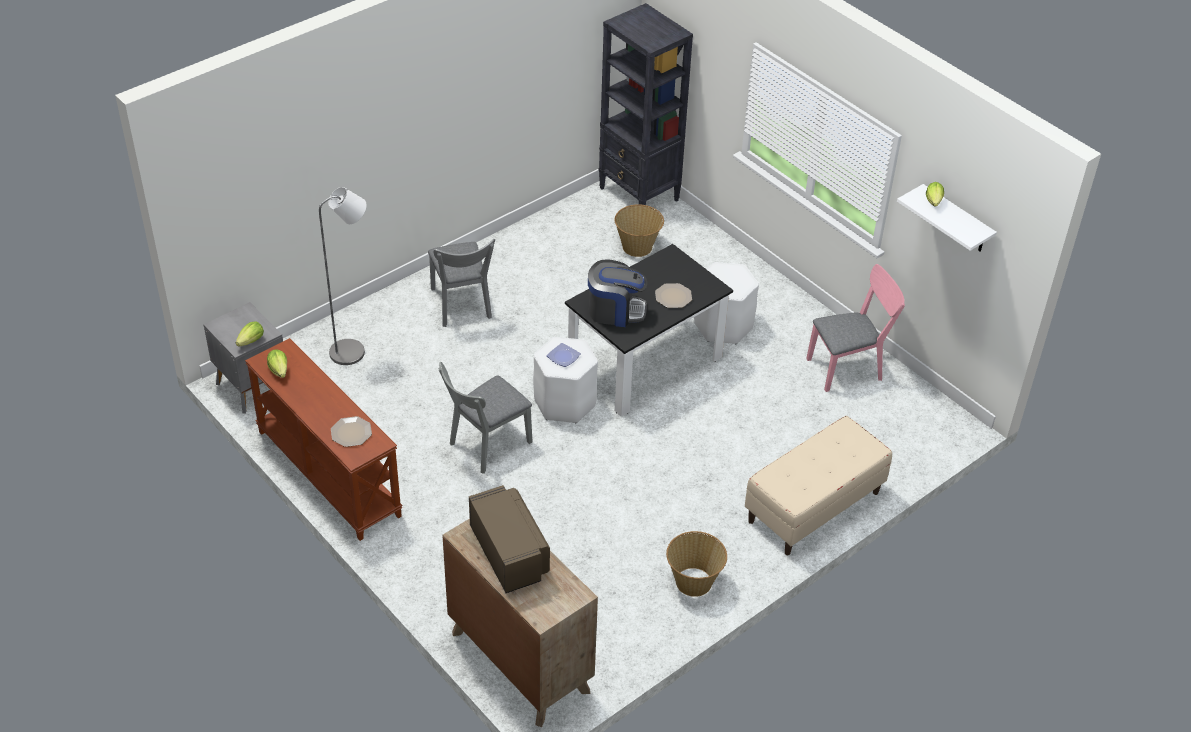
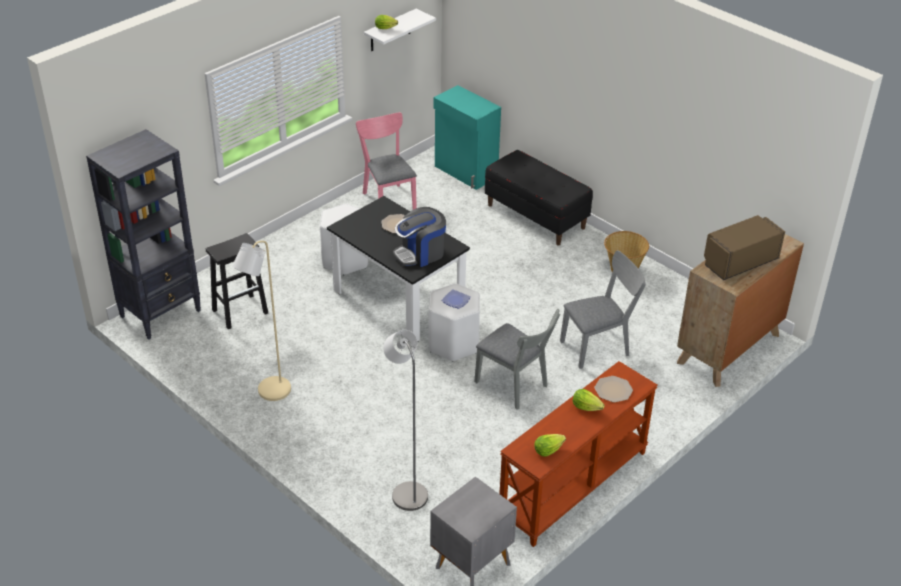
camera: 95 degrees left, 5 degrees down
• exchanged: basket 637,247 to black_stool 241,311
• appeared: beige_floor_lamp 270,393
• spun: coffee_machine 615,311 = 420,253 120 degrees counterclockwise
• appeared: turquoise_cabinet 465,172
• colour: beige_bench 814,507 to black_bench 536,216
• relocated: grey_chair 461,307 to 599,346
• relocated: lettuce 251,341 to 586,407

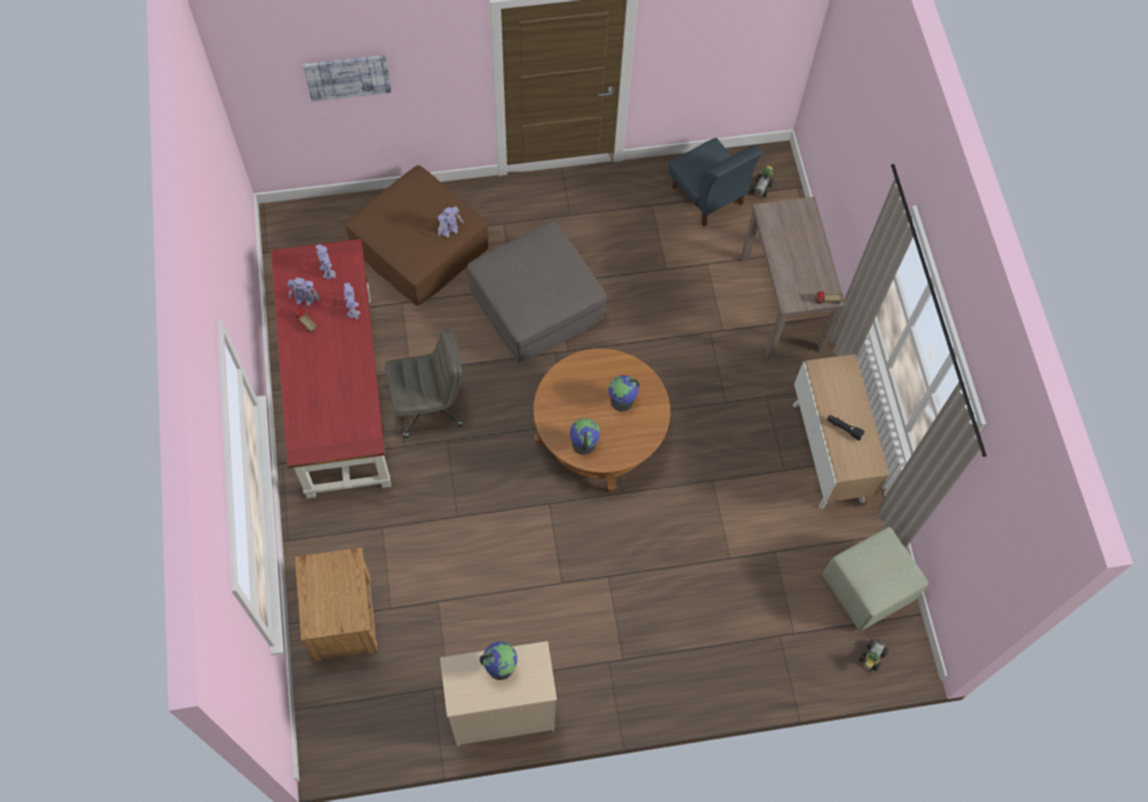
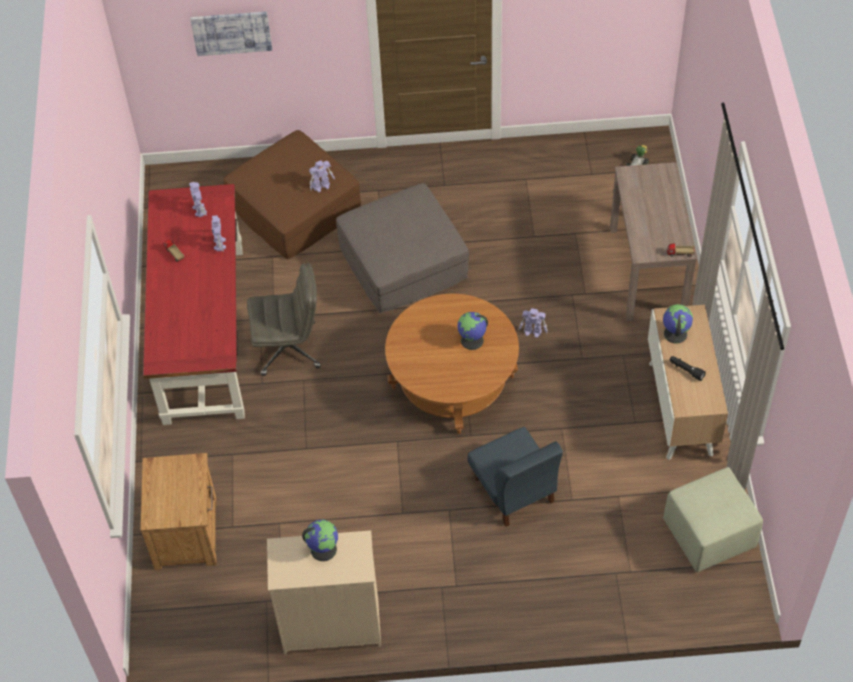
camera: 10 degrees right, 10 degrees down
• relocated: blue_chair 707,196 to 514,490
• relocated: toy_robot 305,300 to 533,332
• relocated: globe 583,443 to 675,334
• missing: toy_car 871,657

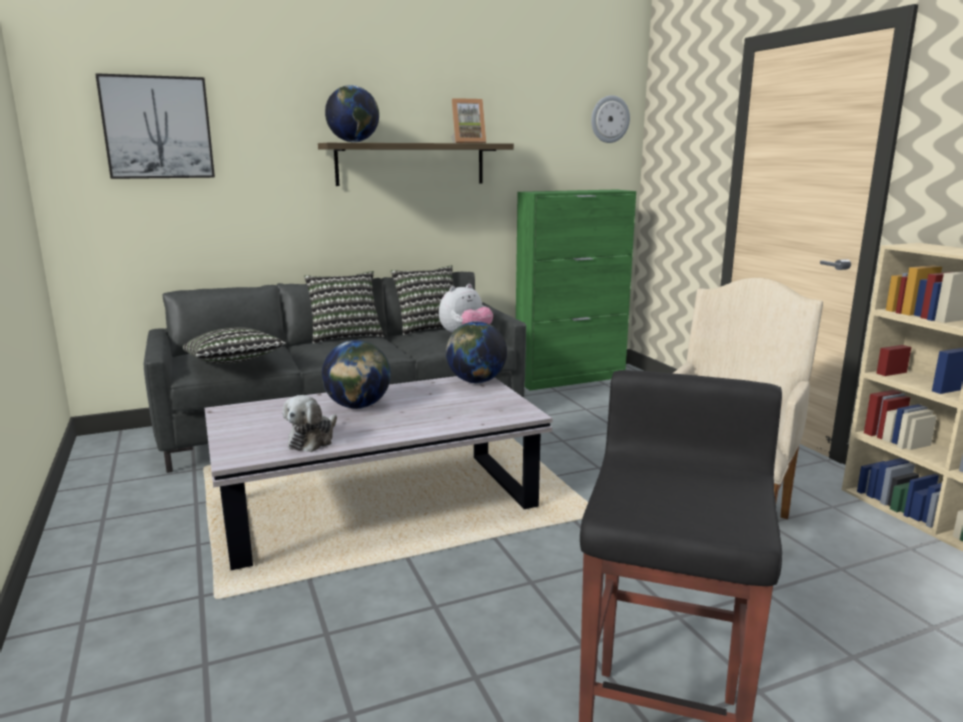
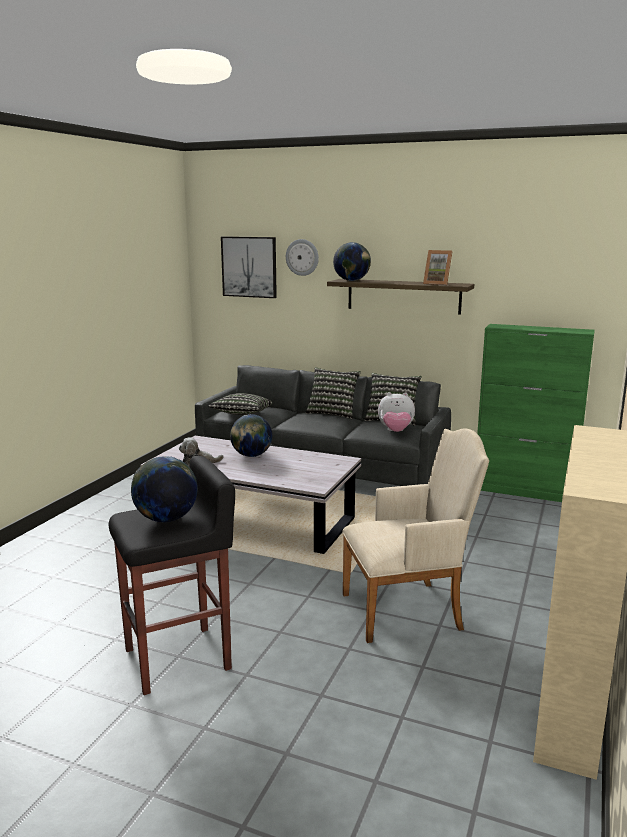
camera: 45 degrees right, 0 degrees up
• relocated: globe 476,382 to 166,519
• relocated: wall_clock 609,119 to 302,257

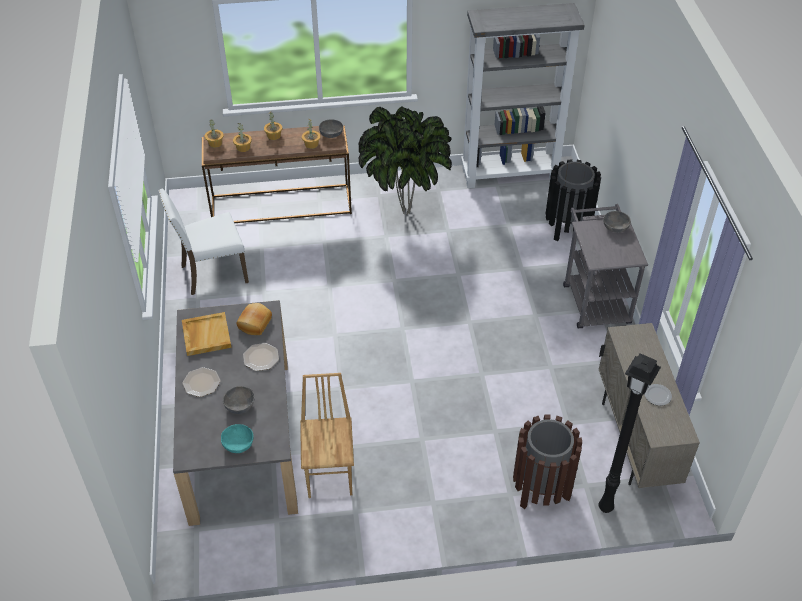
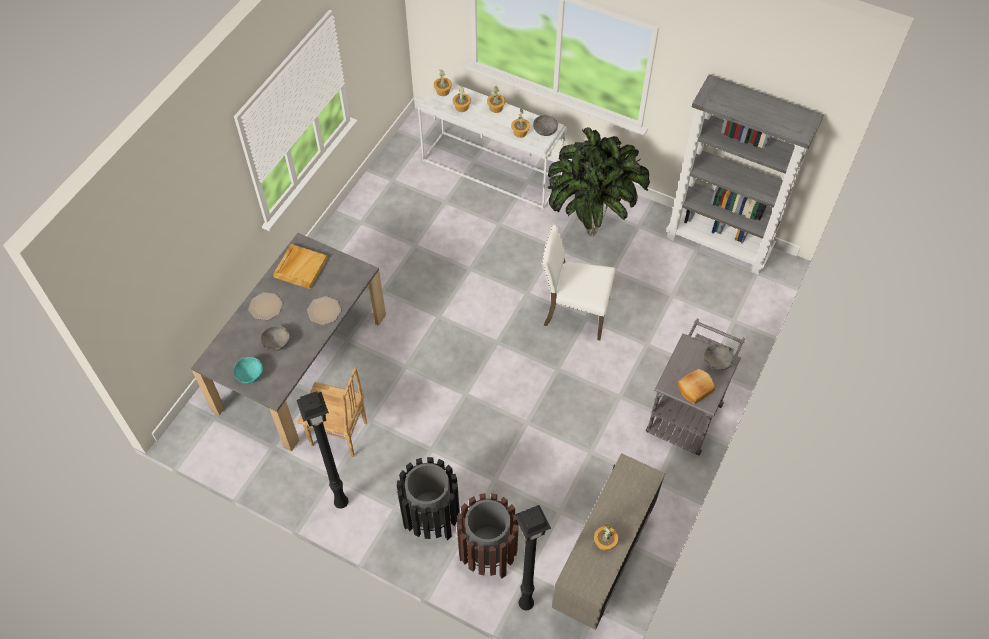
camera: 35 degrees right, 10 degrees up
• appeared: black_floor_lamp 340,502
• spun: brown_chair 330,475 = 339,435 75 degrees clockwise
• relocated: black_trash_can 567,227 to 431,518
• colour: brown_console_table 282,204 to white_console_table 493,170
• relocated: white_chair 212,273 to 574,312
• exchanged: plate 657,396 to potted_plant 604,542
• relocated: bread 254,323 to 694,388

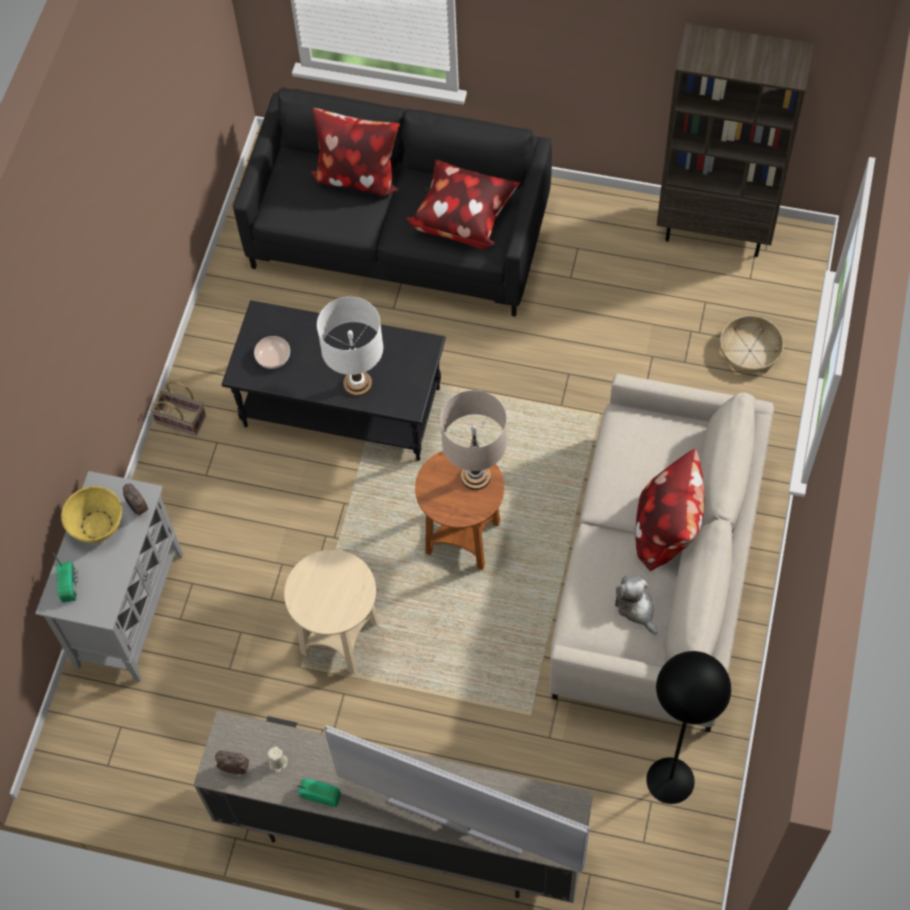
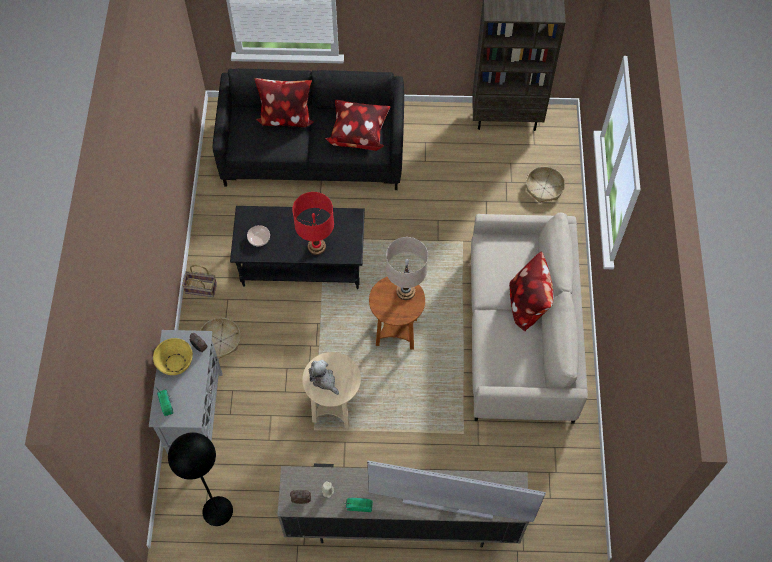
camera: 15 degrees left, 0 degrees up
• relocated: black_floor_lamp 670,781 to 218,511
• appeared: basket 220,341
• colour: white_table_lamp 358,384 to red_table_lamp 317,247
• relocated: plush_toy 636,608 to 324,380

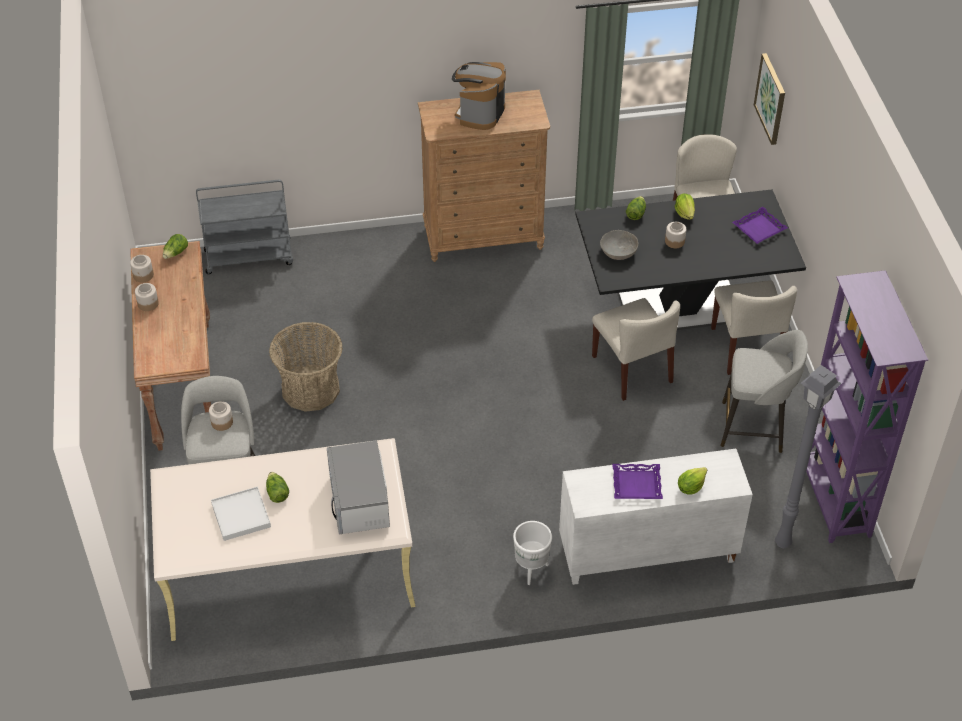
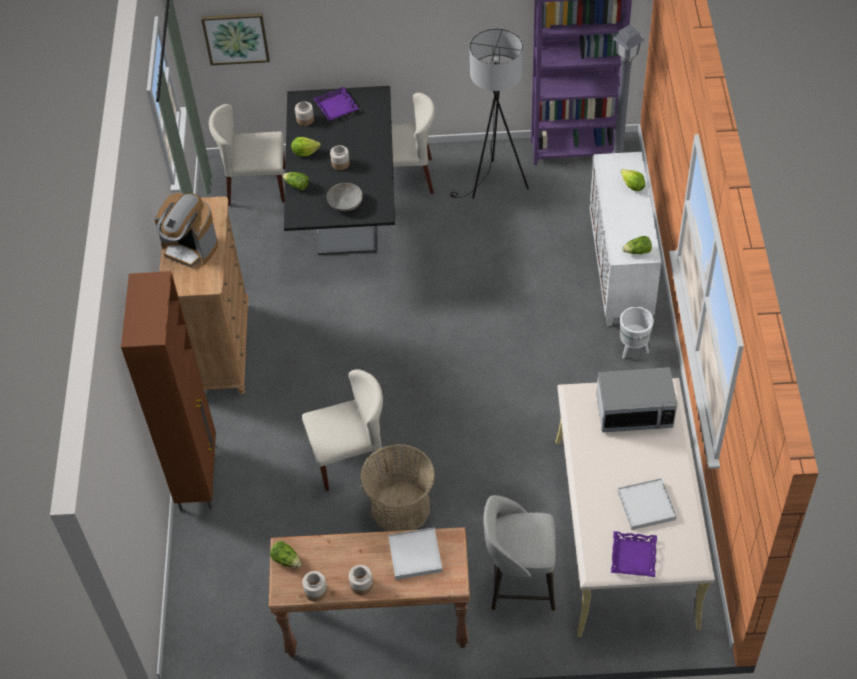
camera: 80 degrees left, 5 degrees up
• appeared: brown_cabinet 198,476
• relocated: jar 221,422 to 305,119
• relocated: beige_chair 632,369 to 350,458
• appeared: white_tray 415,555
• exchanged: grey_stool 754,427 to black_floor_lamp 494,185
• relocated: purple_tray 636,485 to 634,557
• relocated: lettuce 277,493 to 637,251
• missing: grey_cart 249,257

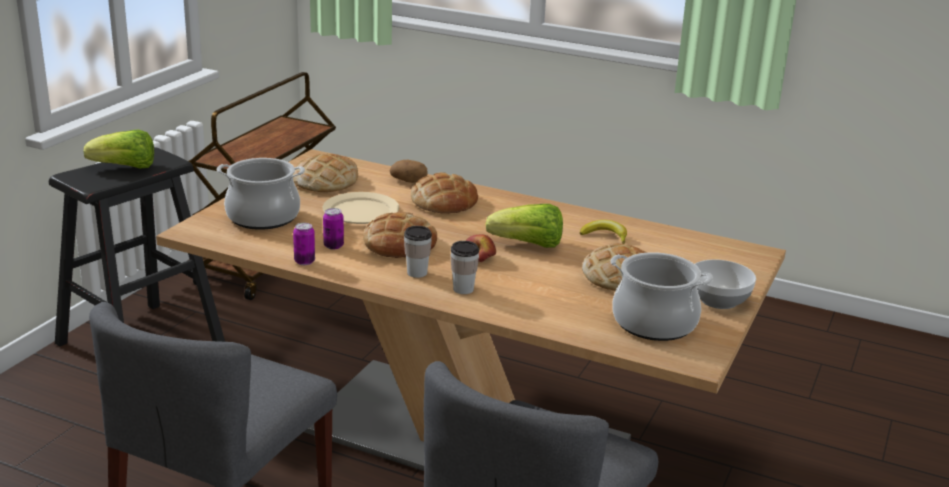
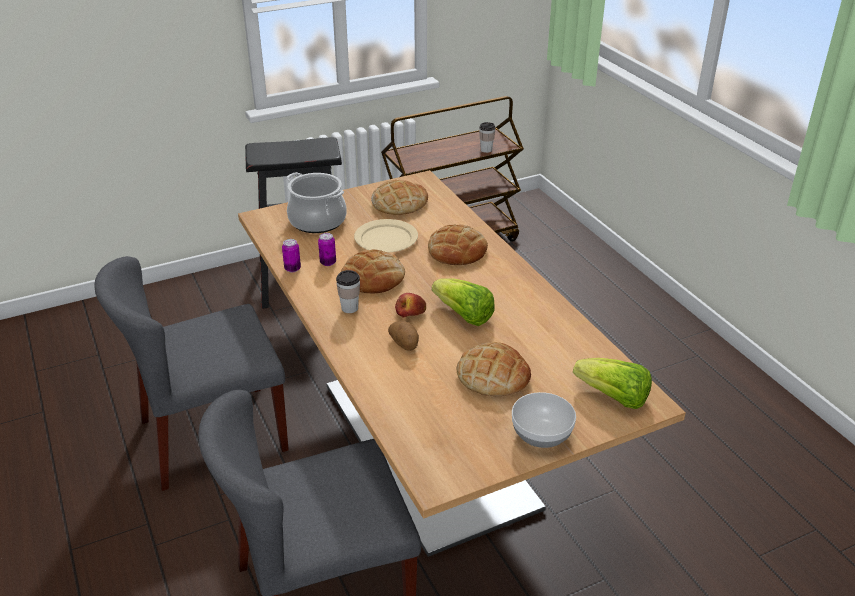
camera: 40 degrees right, 10 degrees up
• relocated: potato 409,181 to 405,344
• relocated: cup 463,289 to 486,150
• relocated: lettuce 125,167 to 613,397
• missing: banana 605,236
• missing: cooking_pot 654,323

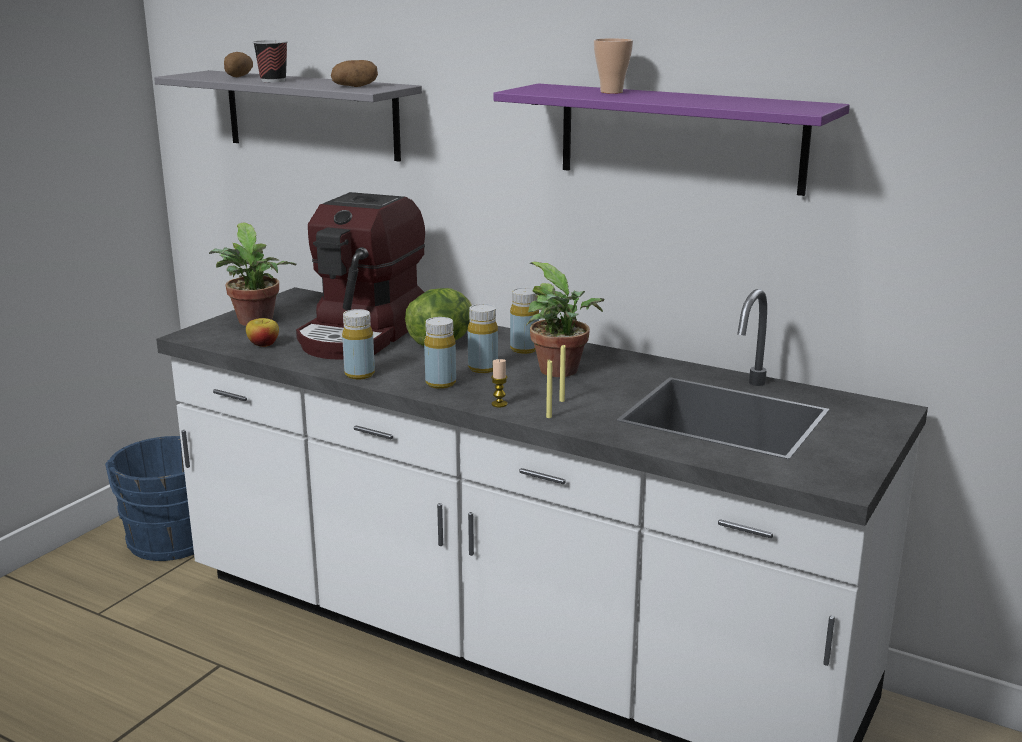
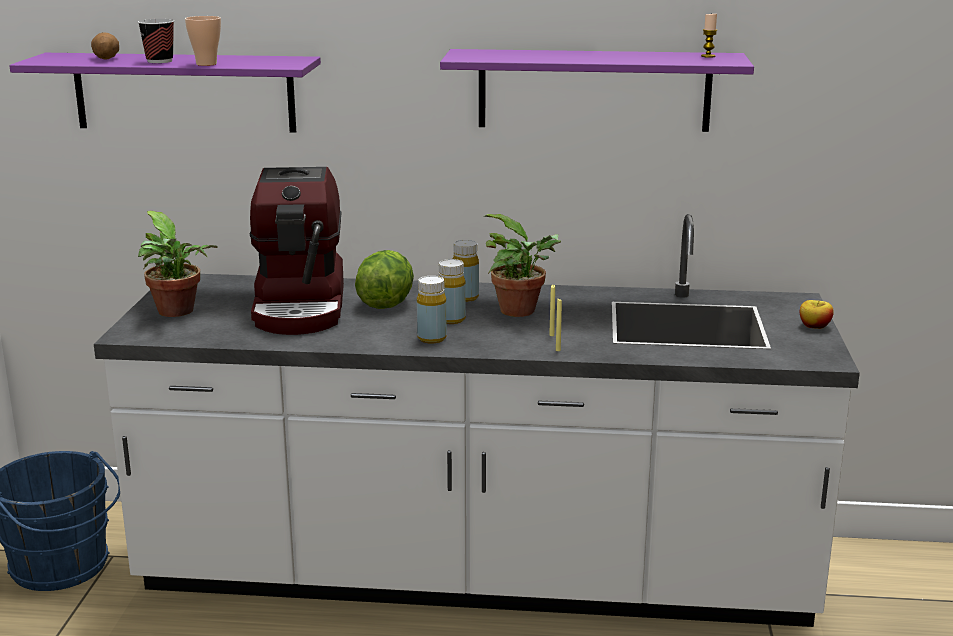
camera: 25 degrees left, 0 degrees up
• colour: grey_shelf 311,114 to purple_shelf 184,92
• relocated: cup 611,92 to 206,64
• relocated: candle 499,404 to 708,56
• relocated: apple 263,344 to 814,326
• missing: potato 355,86
• missing: yellow_bottle 359,374

